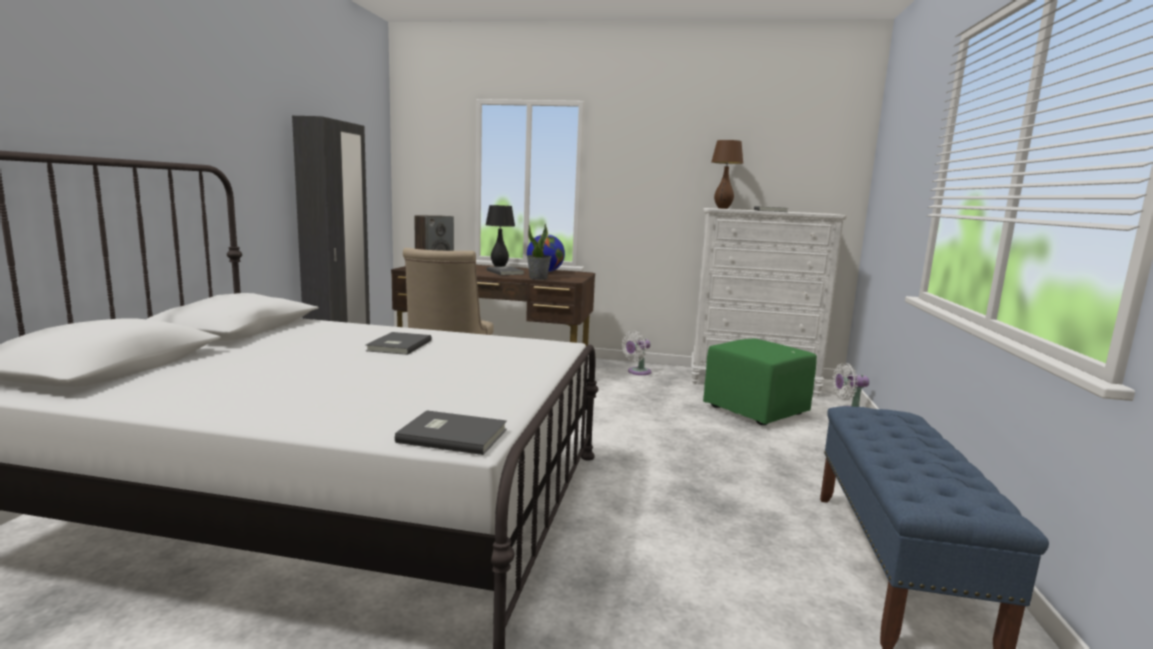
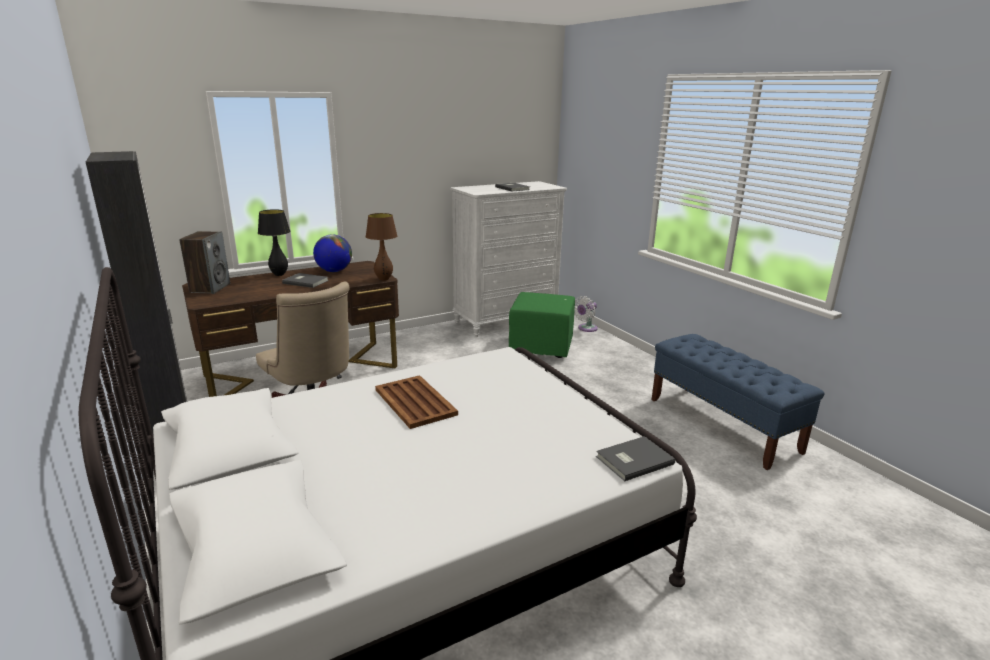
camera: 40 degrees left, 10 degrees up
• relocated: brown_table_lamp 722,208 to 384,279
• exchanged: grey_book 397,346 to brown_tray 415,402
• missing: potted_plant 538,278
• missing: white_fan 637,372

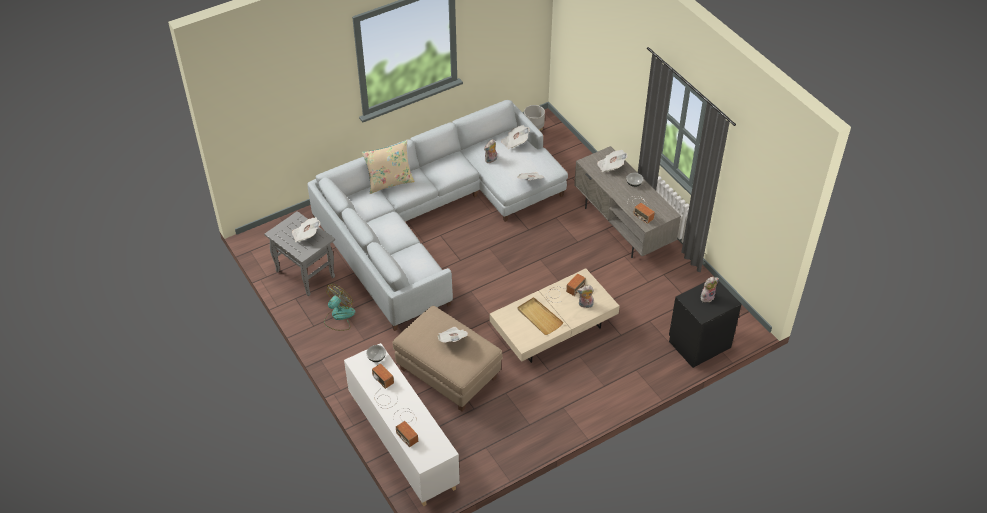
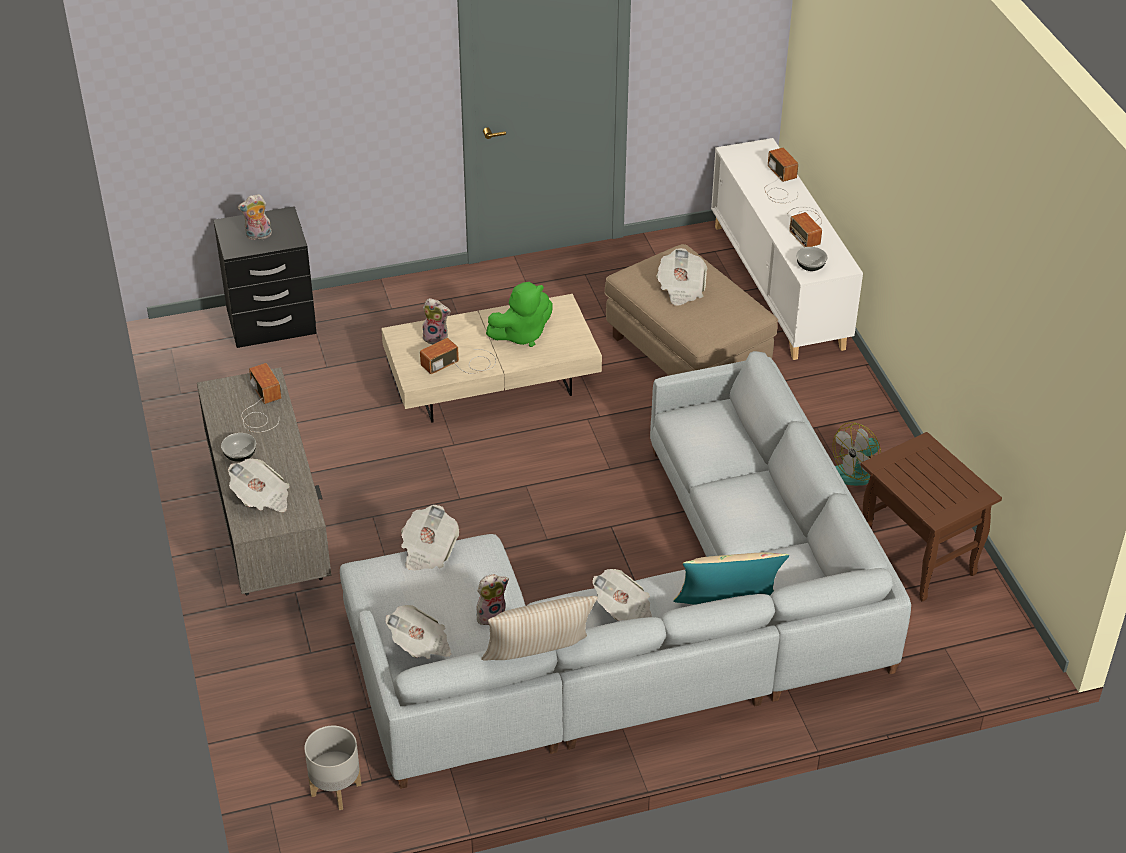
camera: 165 degrees left, 5 degrees down
• appeared: beige_pillow 539,662
• exchanged: beige_tray 539,317 to green_plush_toy 521,334
• relocated: newspaper 306,235 to 623,609
• colour: grey_side_table 306,274 to brown_side_table 915,557

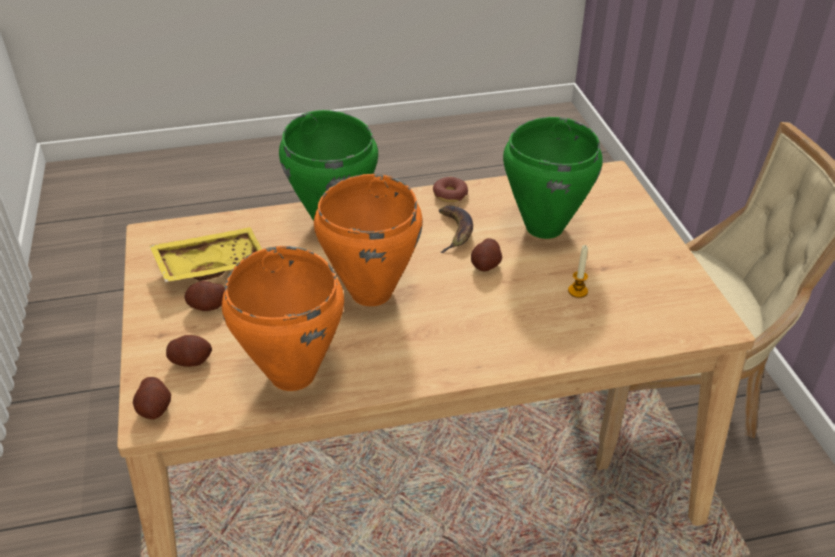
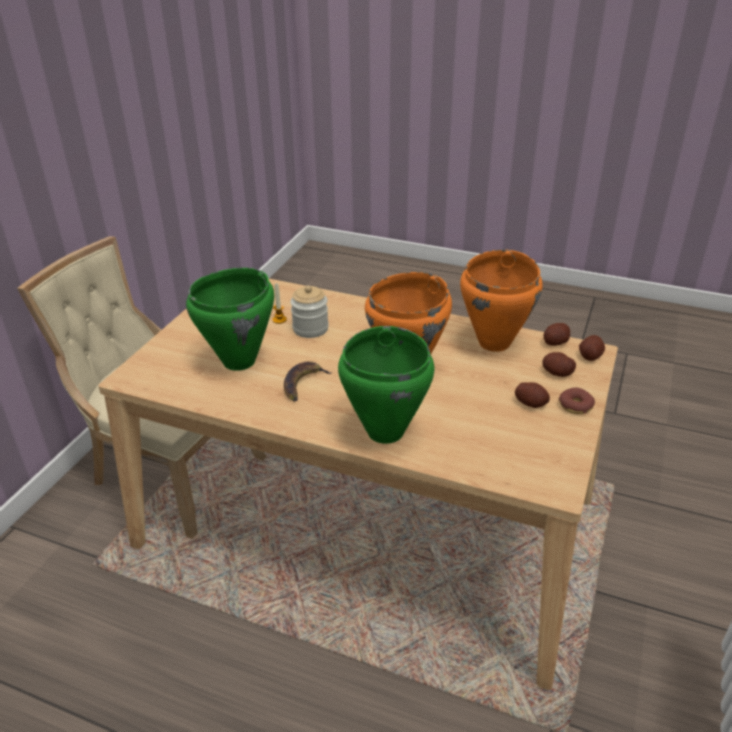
camera: 145 degrees left, 5 degrees down
• appeared: jar 310,329
• relocated: potato 486,265 to 555,342
• relocated: donut 450,195 to 575,406
• missing: yellow_tray 211,264

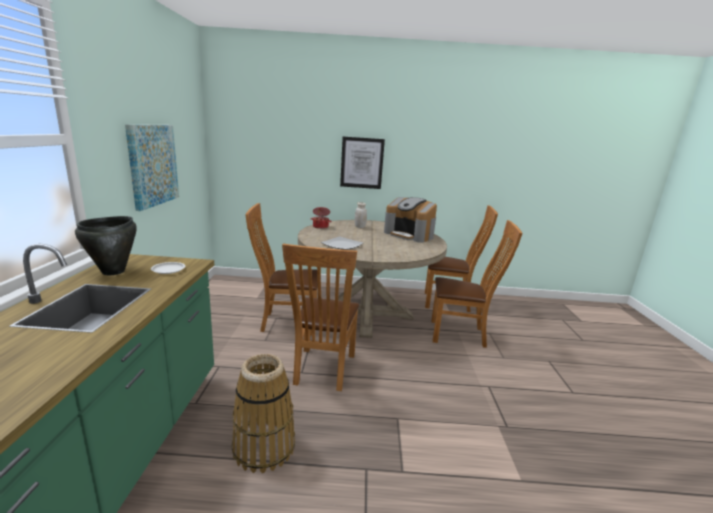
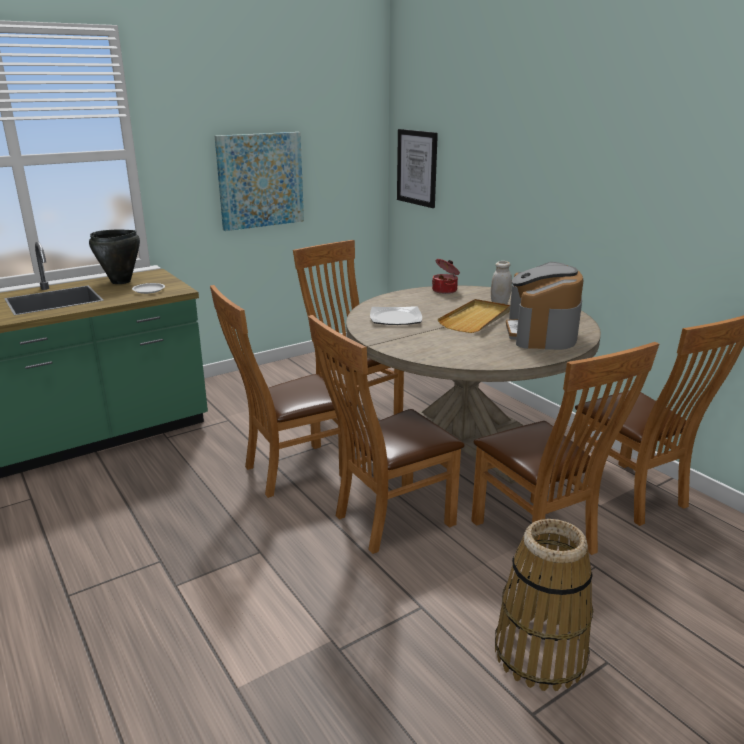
camera: 55 degrees right, 5 degrees up
• appeared: brown_chair 387,520
• relocated: picture 362,163 to 417,167
• appeared: beige_tray 476,319
• relocated: basket 264,447 to 539,654

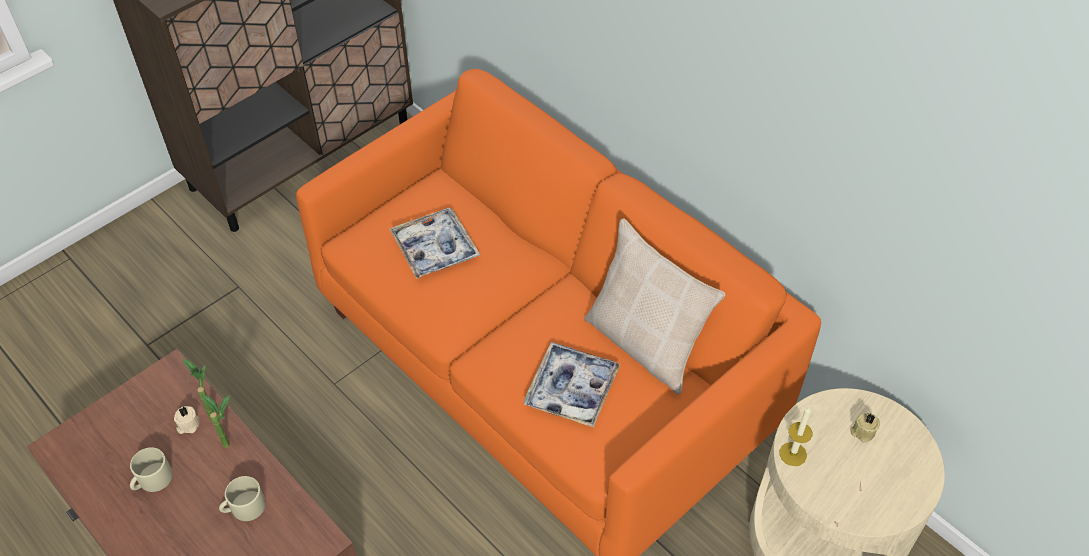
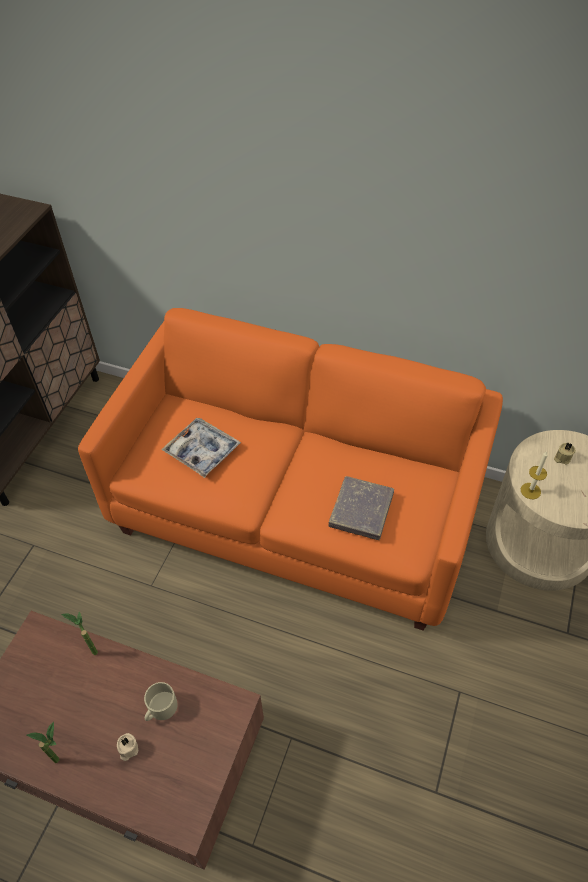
camera: 25 degrees left, 0 degrees up
• relocated: potted_plant 233,445 to 62,757
• relocated: beige_candle 188,425 to 128,749
• exchanged: tray 571,389 to grey_book 361,510
• missing: beige_mug 152,480
• missing: beige_pillow 645,344

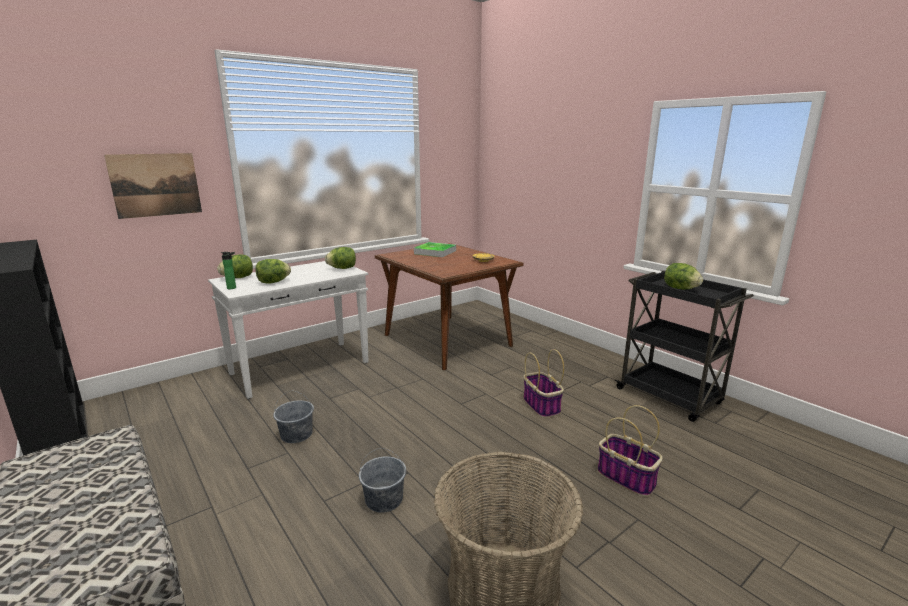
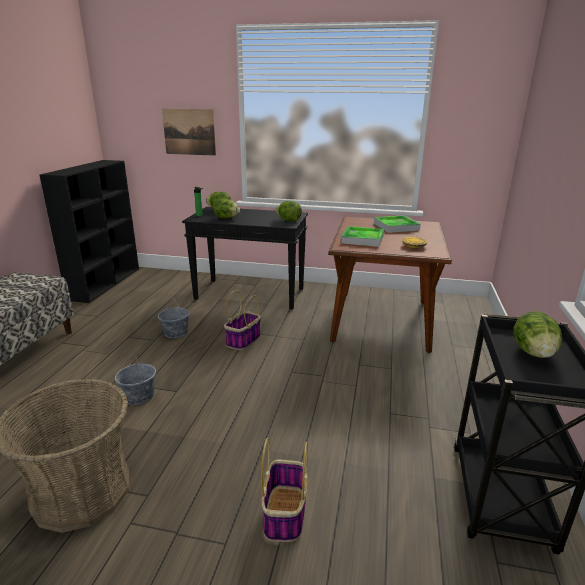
camera: 50 degrees right, 5 degrees up
• colour: white_console_table 301,368 to black_console_table 251,294
• relocated: basket 542,406 to 243,340
• appeared: tray 362,239

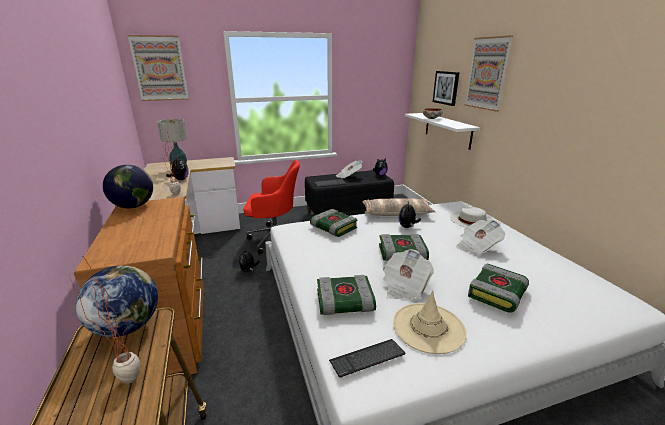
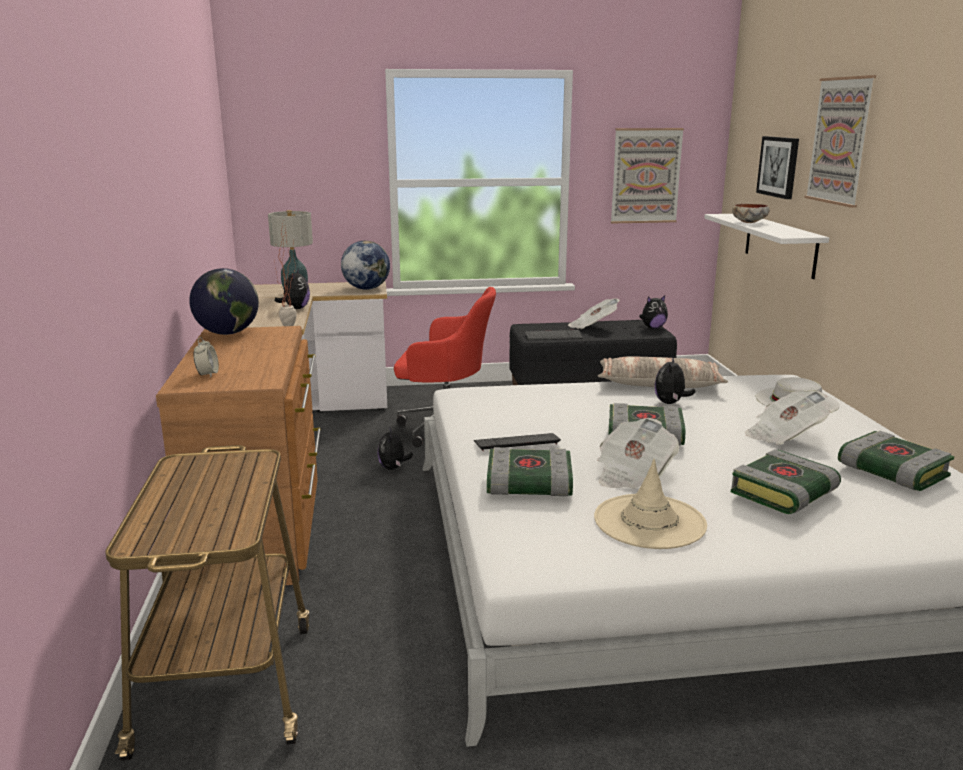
camera: 10 degrees right, 5 degrees down
• appeared: alarm_clock 207,374
• relocated: globe 127,327 to 366,288
• relocated: keyboard 367,358 to 516,443
• relocated: picture 160,68 to 646,176
• relocated: book 332,228 to 890,471
• missing: potted_plant 126,376

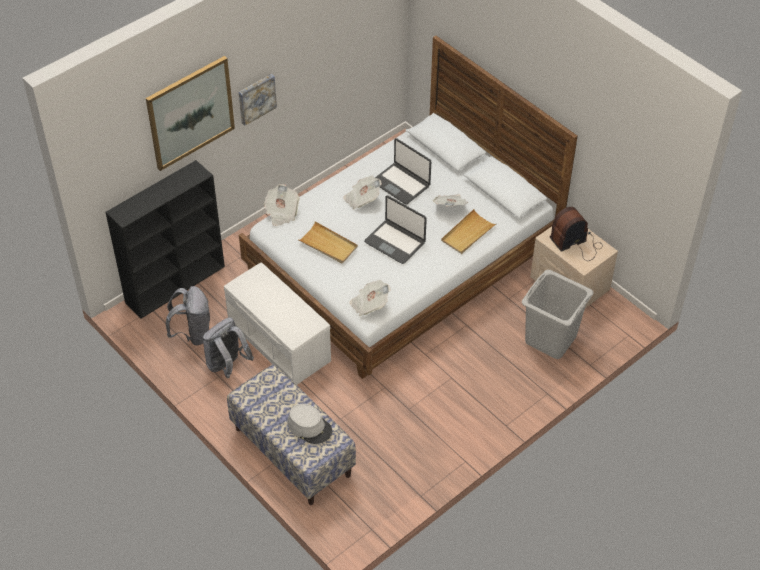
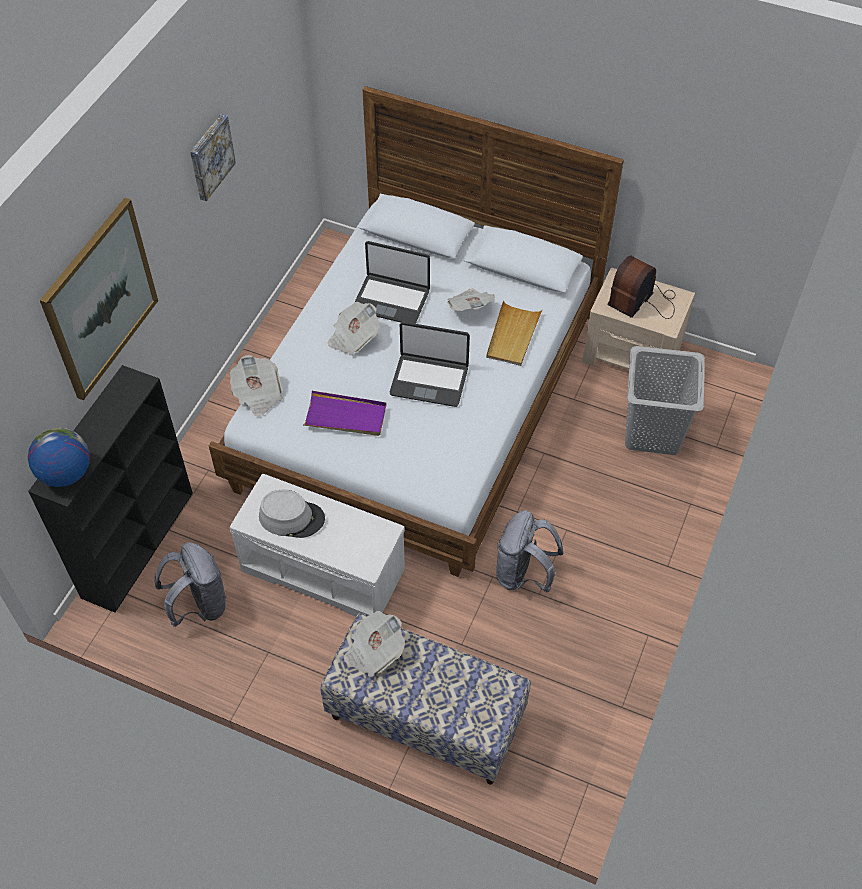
camera: 25 degrees left, 5 degrees up
• appeared: globe 65,473
• relocated: picture 256,98 to 210,156
• relocated: grey_hat 309,427 to 292,517
• colour: beige_tray 328,245 to purple_tray 345,416
• relocated: newspaper 369,304 to 374,651
• relocated: grey_backpack 227,366 to 523,574

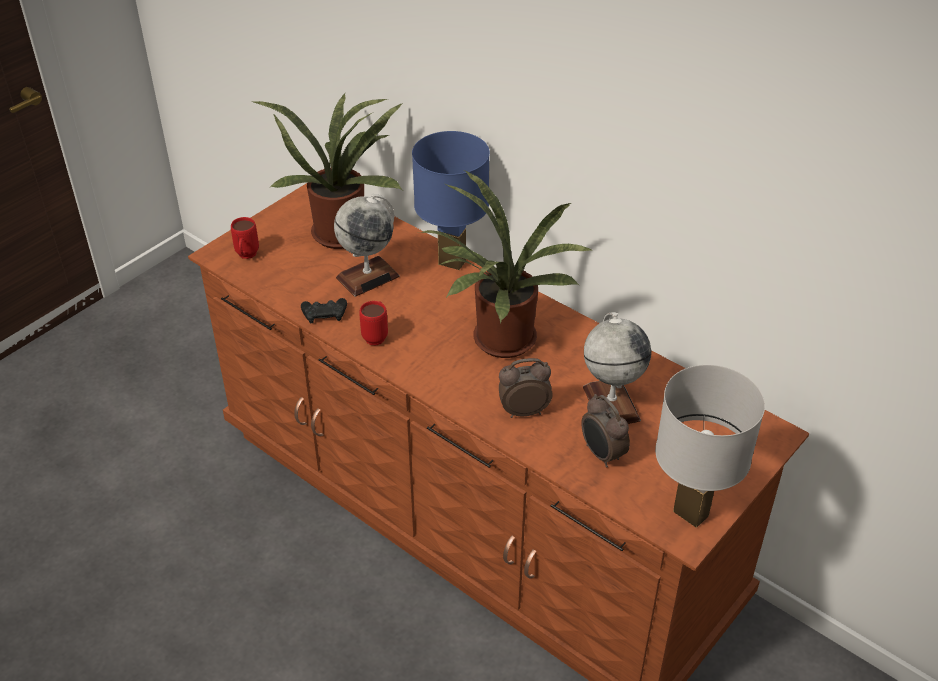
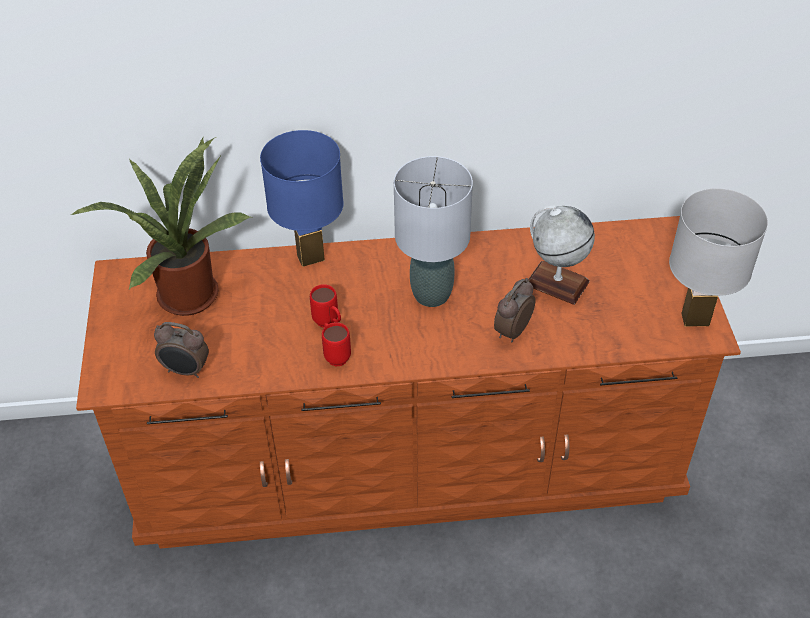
camera: 45 degrees left, 5 degrees up
• relocated: alarm_clock 601,454 to 186,371
• relocated: red_mug 246,257 to 329,324
• exchanged: potted_plant 500,344 to grey_table_lamp 431,294
• missing: black_game_controller 324,314
• missing: globe 368,277

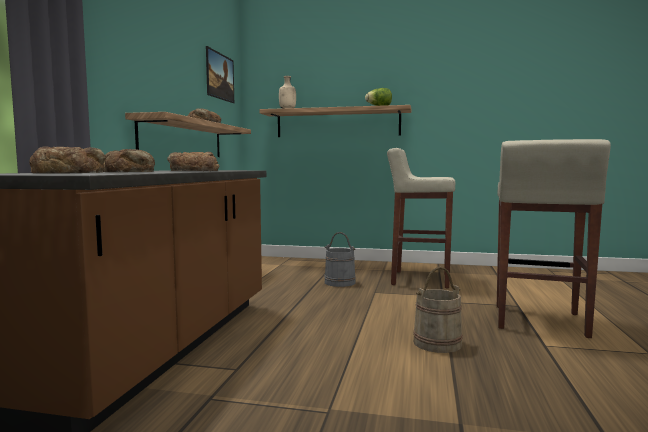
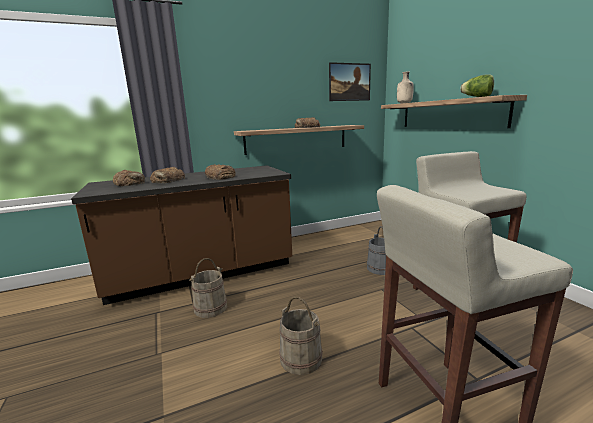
camera: 55 degrees right, 10 degrees up
• appeared: beige_bucket 210,307

